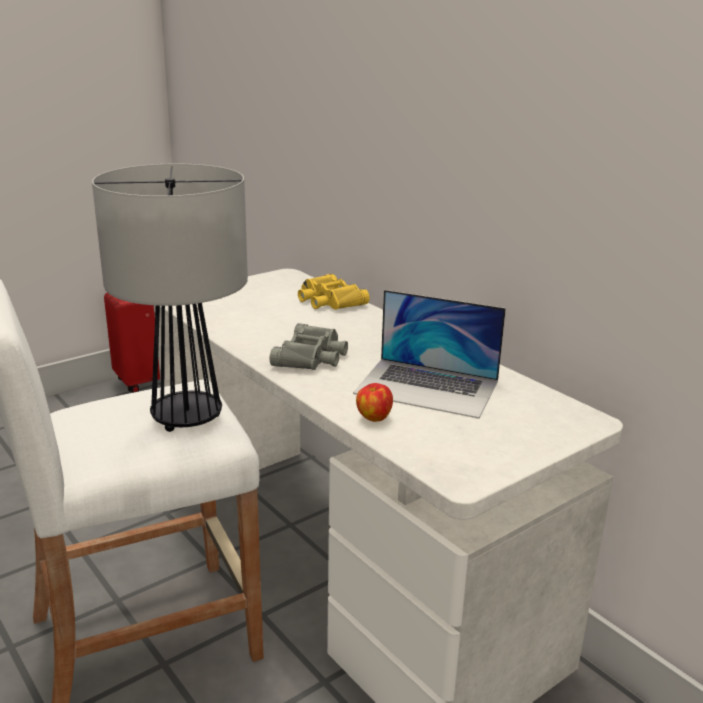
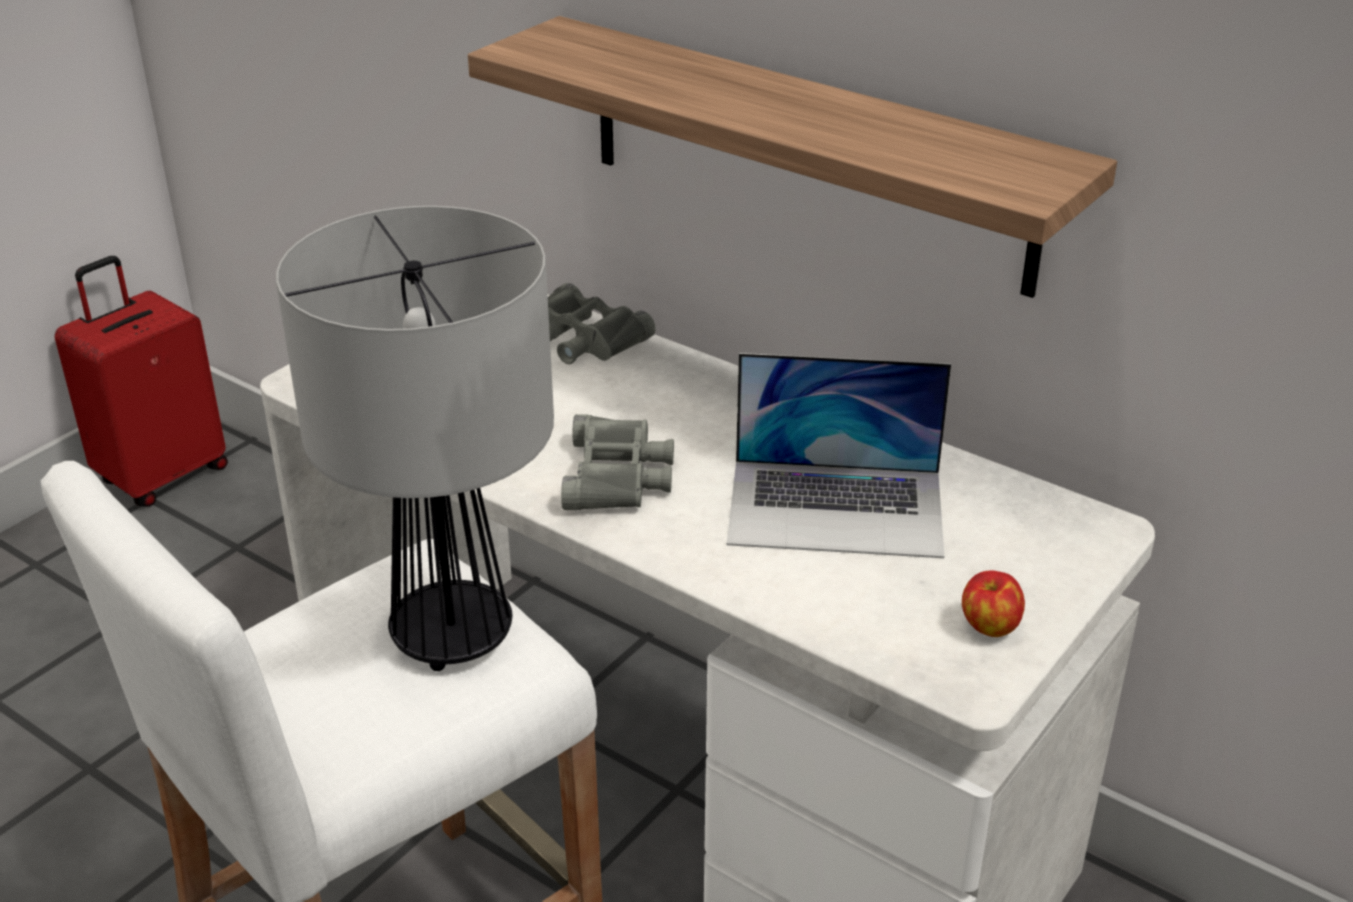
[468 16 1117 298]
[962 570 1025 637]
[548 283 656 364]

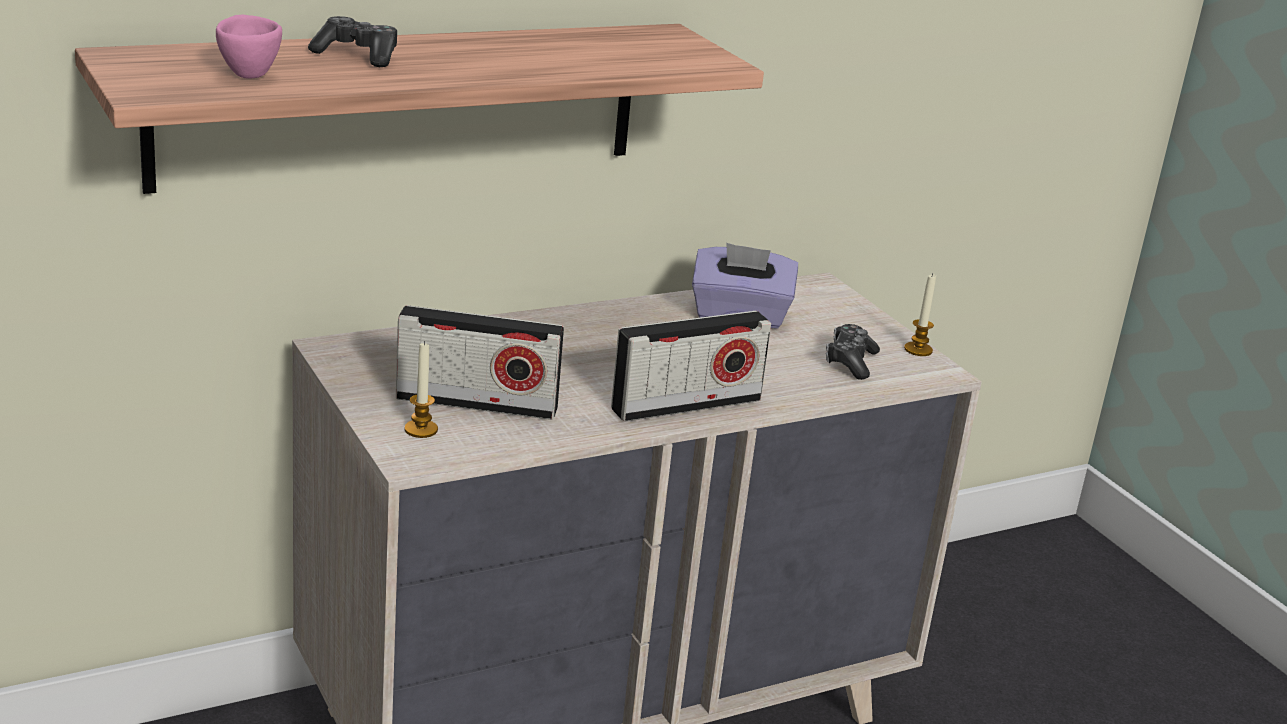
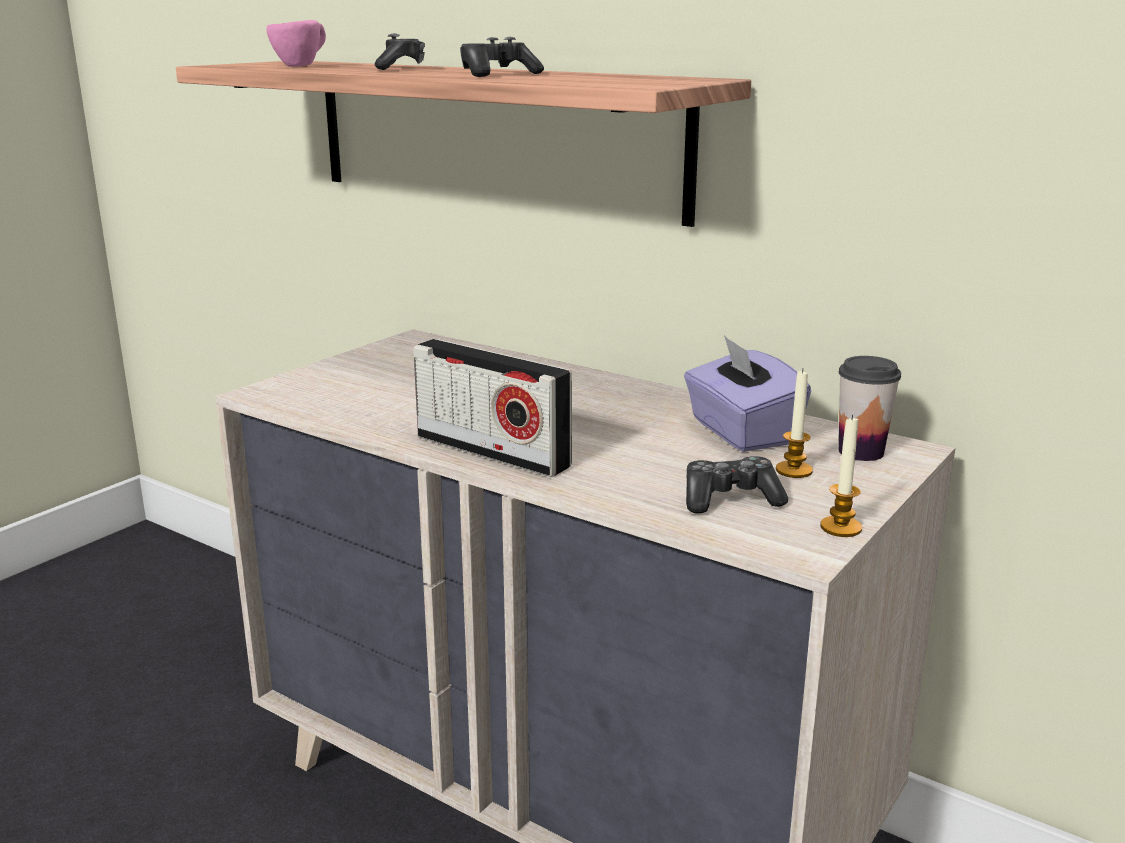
[396 305 564 420] (first image)
[460 37 544 77]
[839 356 901 461]
[776 369 813 478]

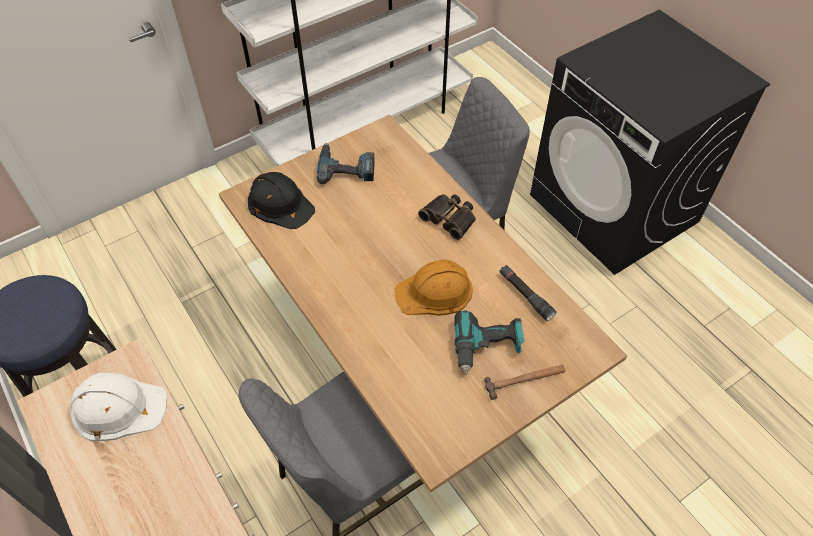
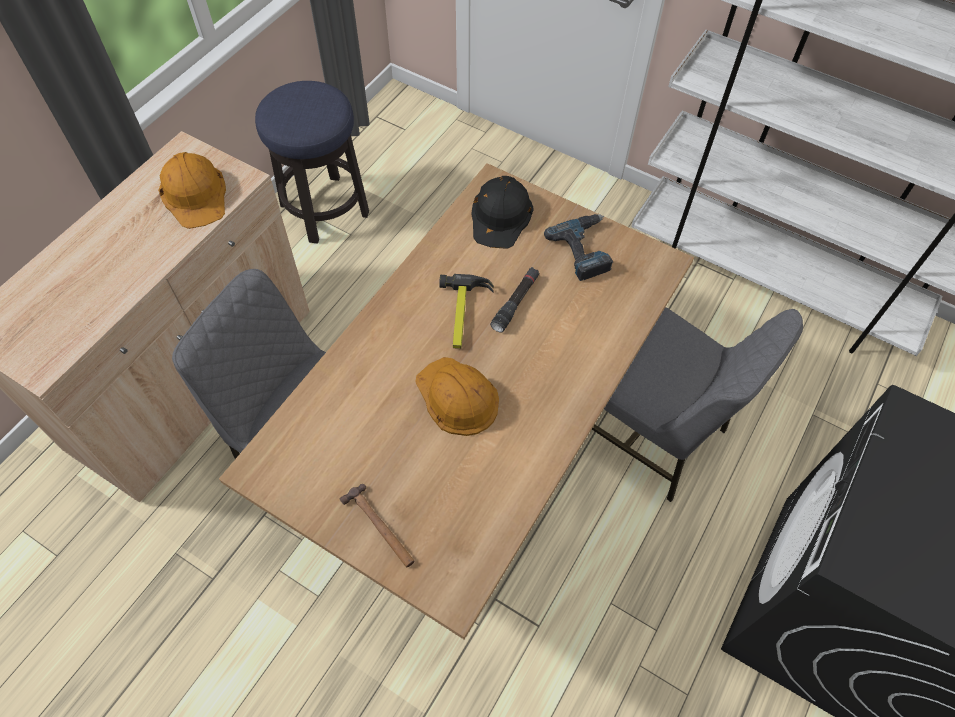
[418 194 476 240] (first image)
[454 310 524 375] (first image)
[439 274 494 349]
[490 267 539 332]
[158 152 226 229]

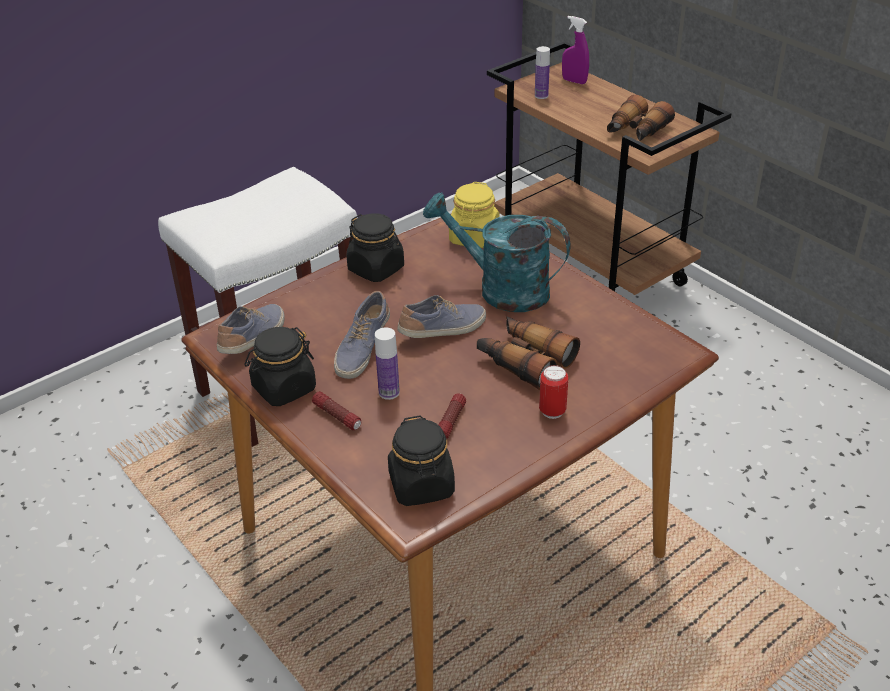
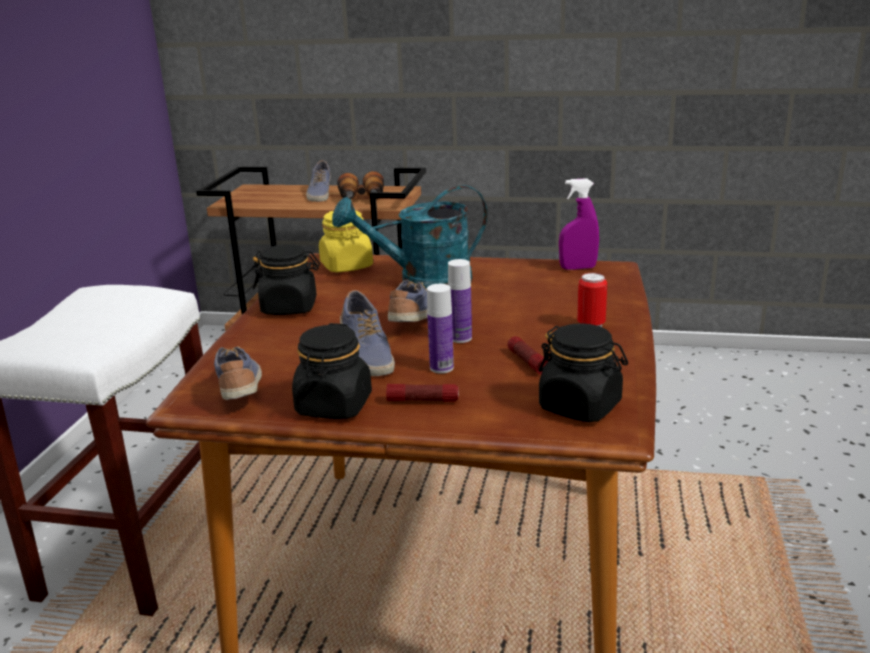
[477 316 580 390] (first image)
[306 160 331 202]
[448 259 472 343]
[559 178 599 270]

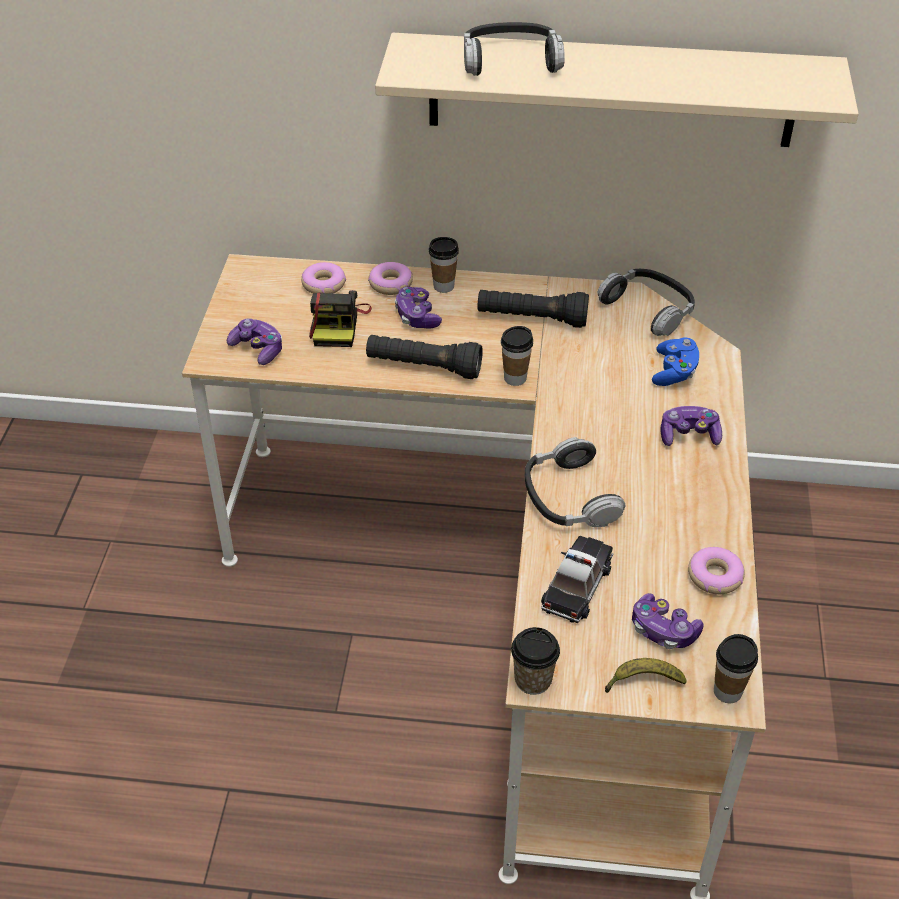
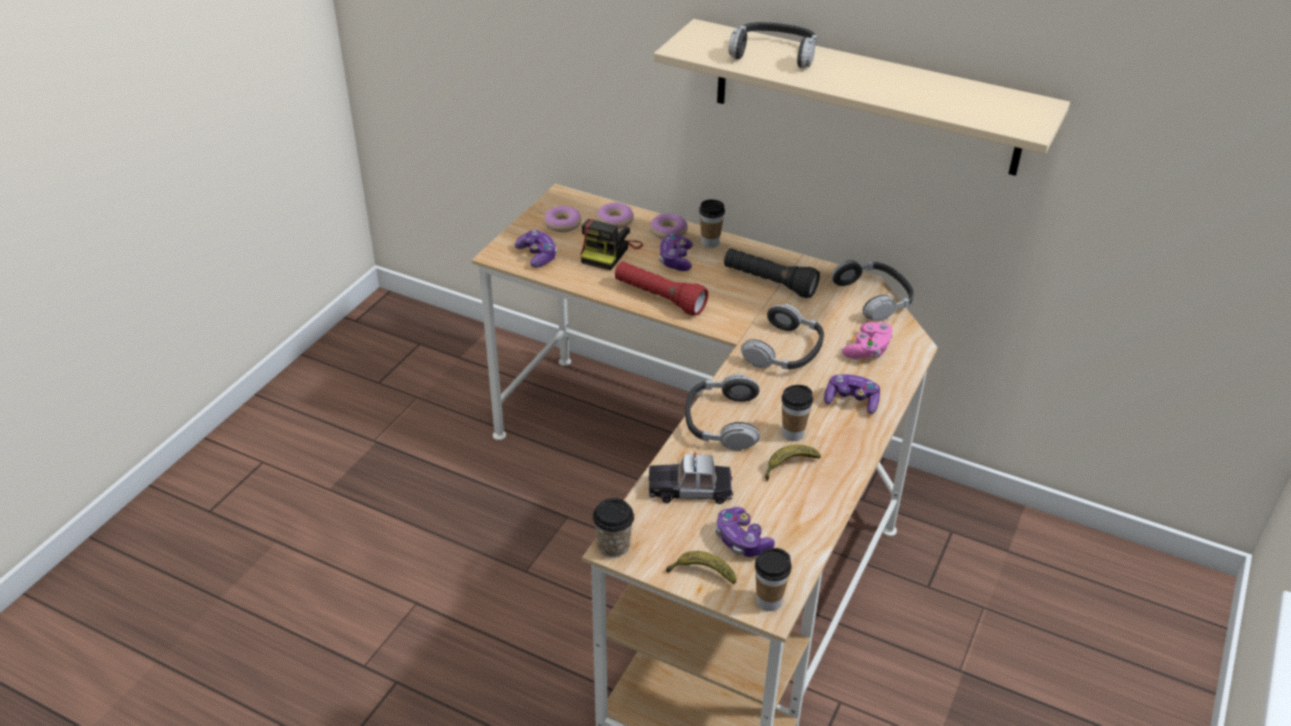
[741 304 824 370]
[765 445 821 481]
[781 385 813 441]
[544 206 581 232]
[615 262 708 316]
[842 322 893 359]
[649 452 733 504]

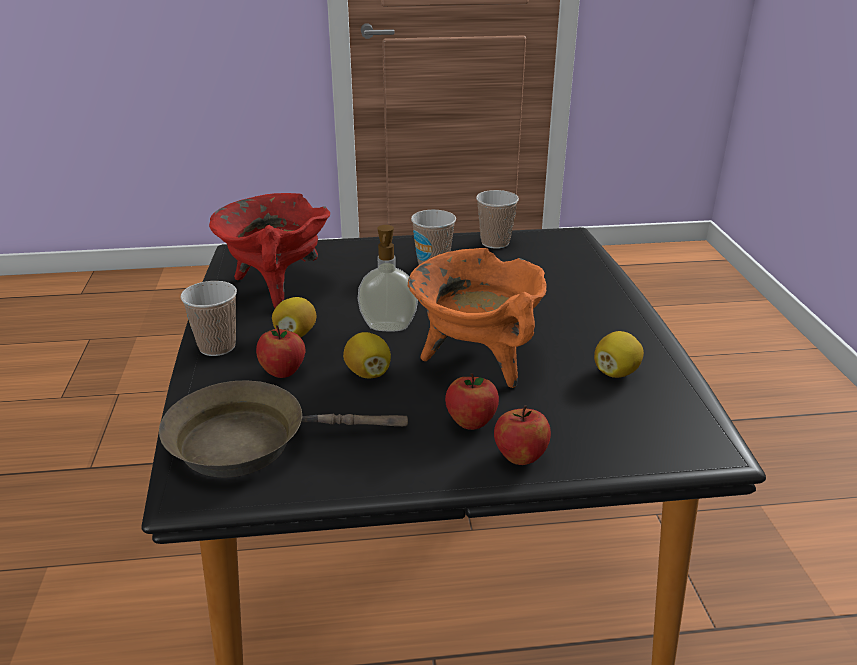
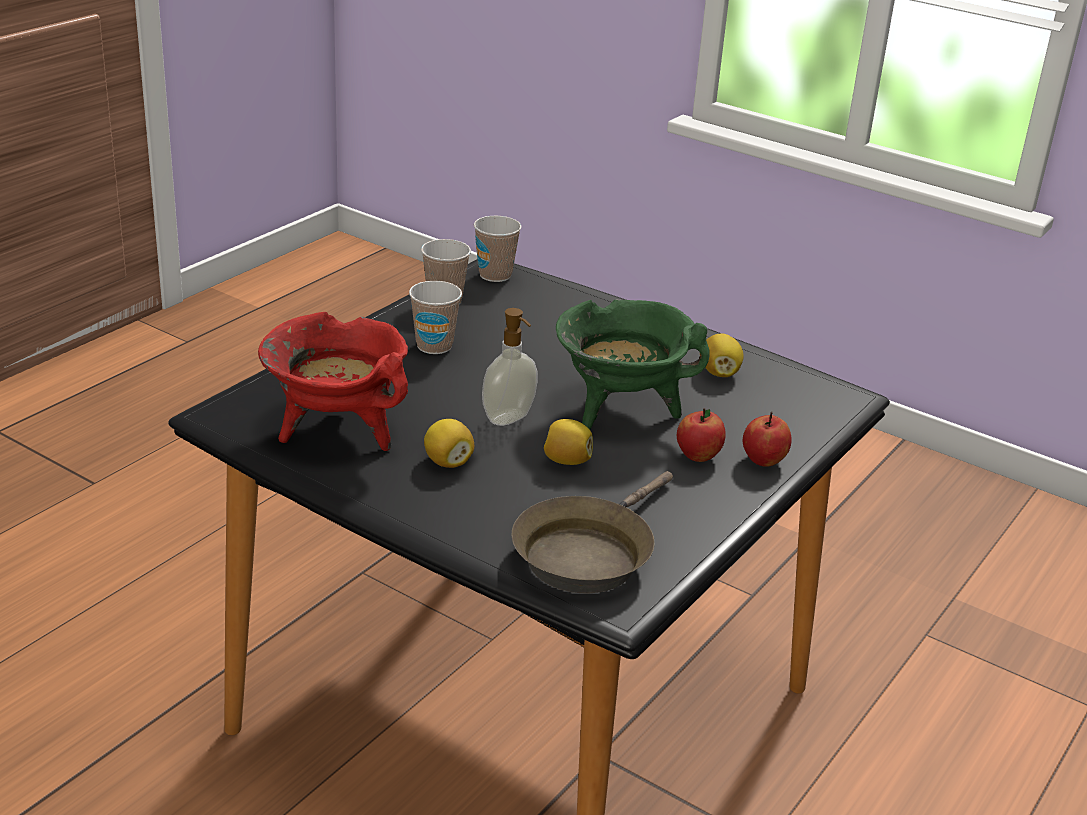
[256 325 306 378] (first image)
[474 216 522 282]
[556 299 710 430]

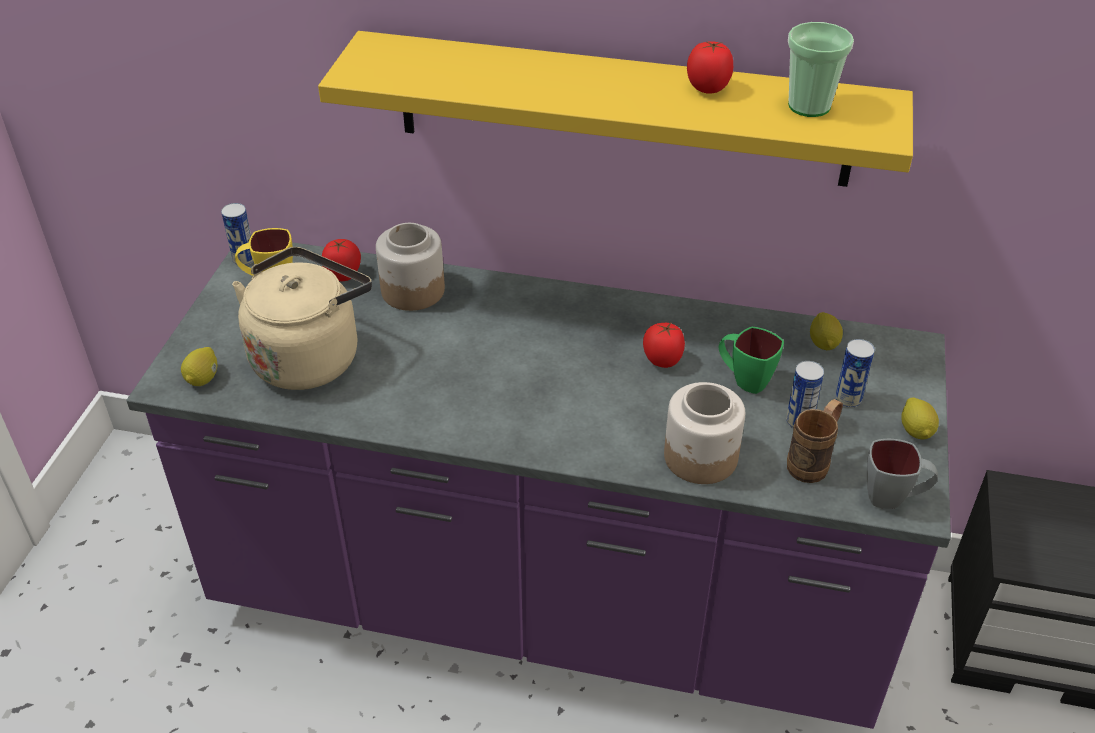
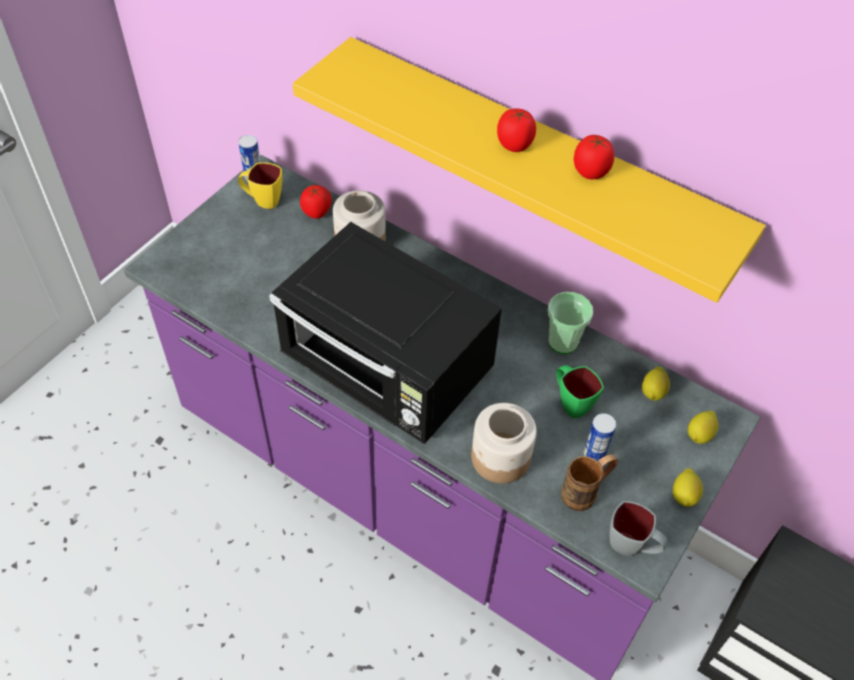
[232 247 372 390] (first image)
[835 339 875 408] (first image)
[269 222 502 444]
[687 411 718 444]
[497 108 536 152]
[548 292 593 354]

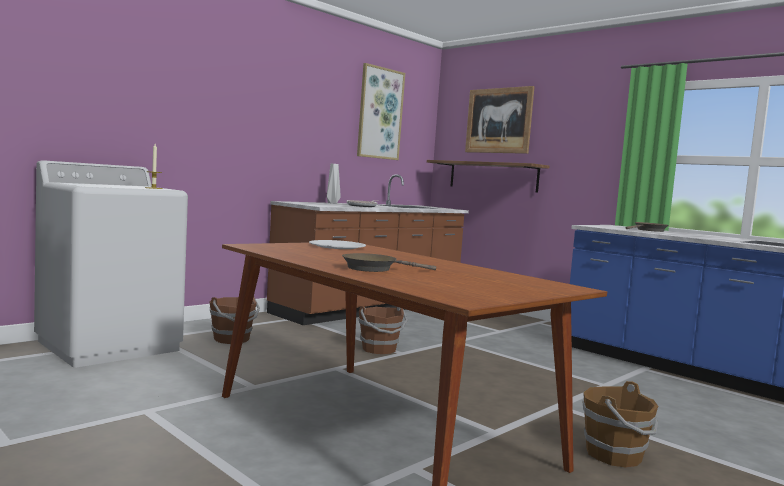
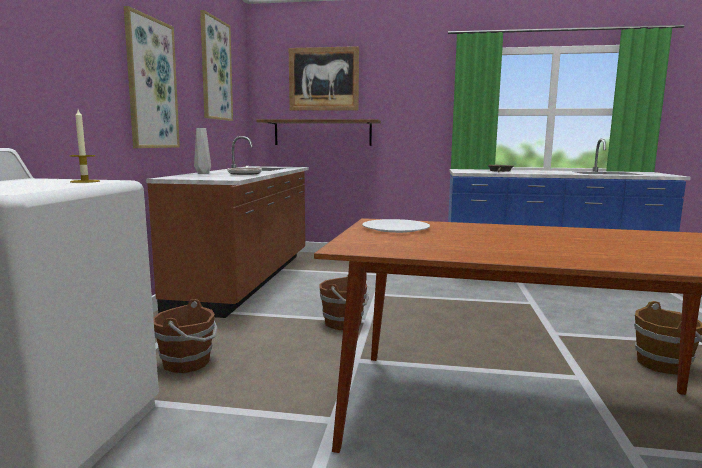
[342 253 436 272] (first image)
[124 6 180 148]

